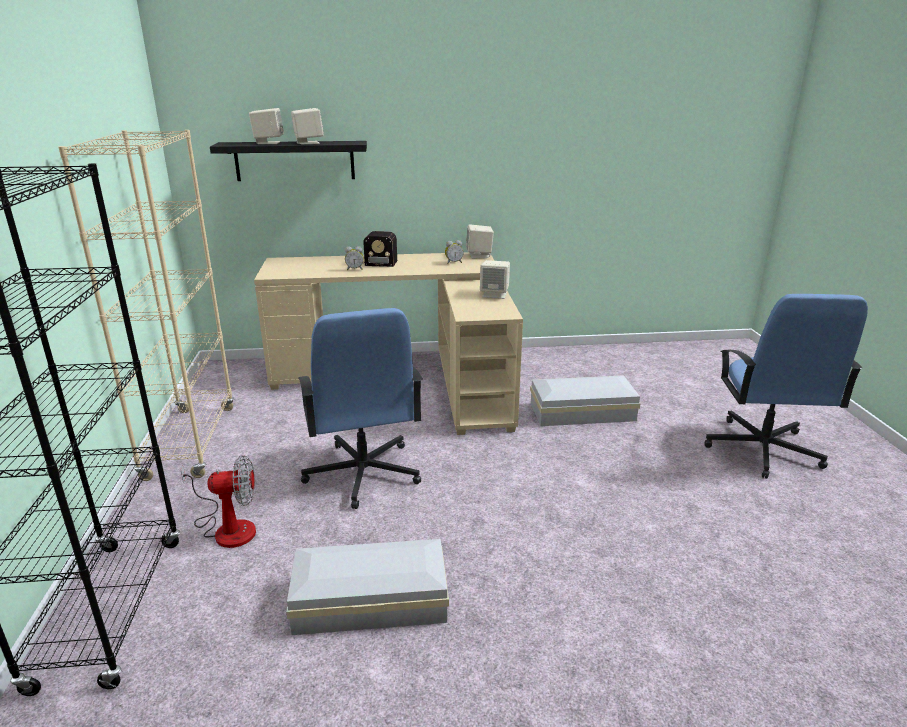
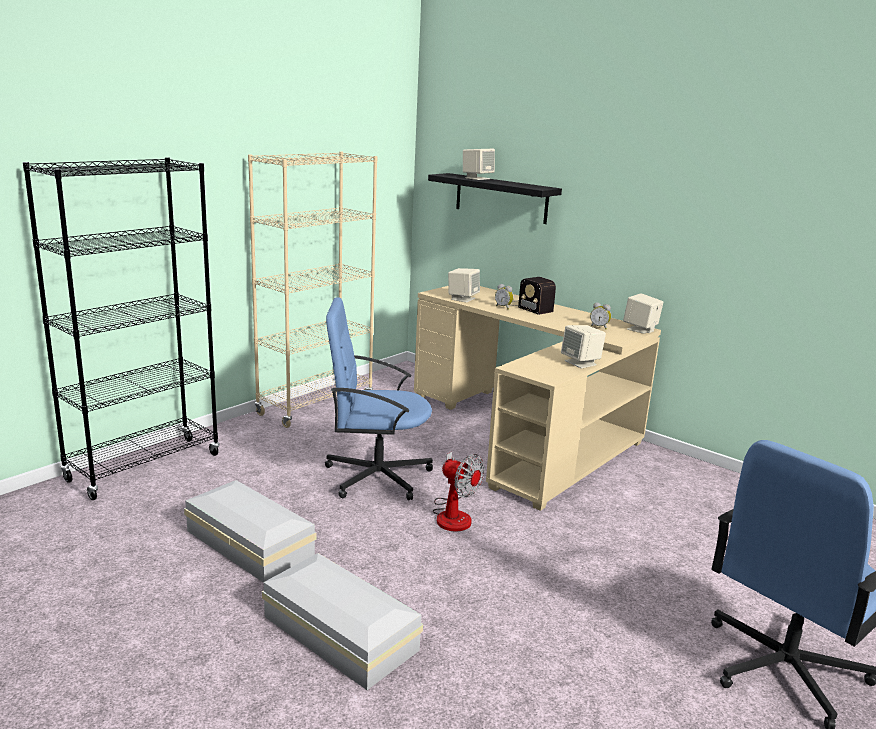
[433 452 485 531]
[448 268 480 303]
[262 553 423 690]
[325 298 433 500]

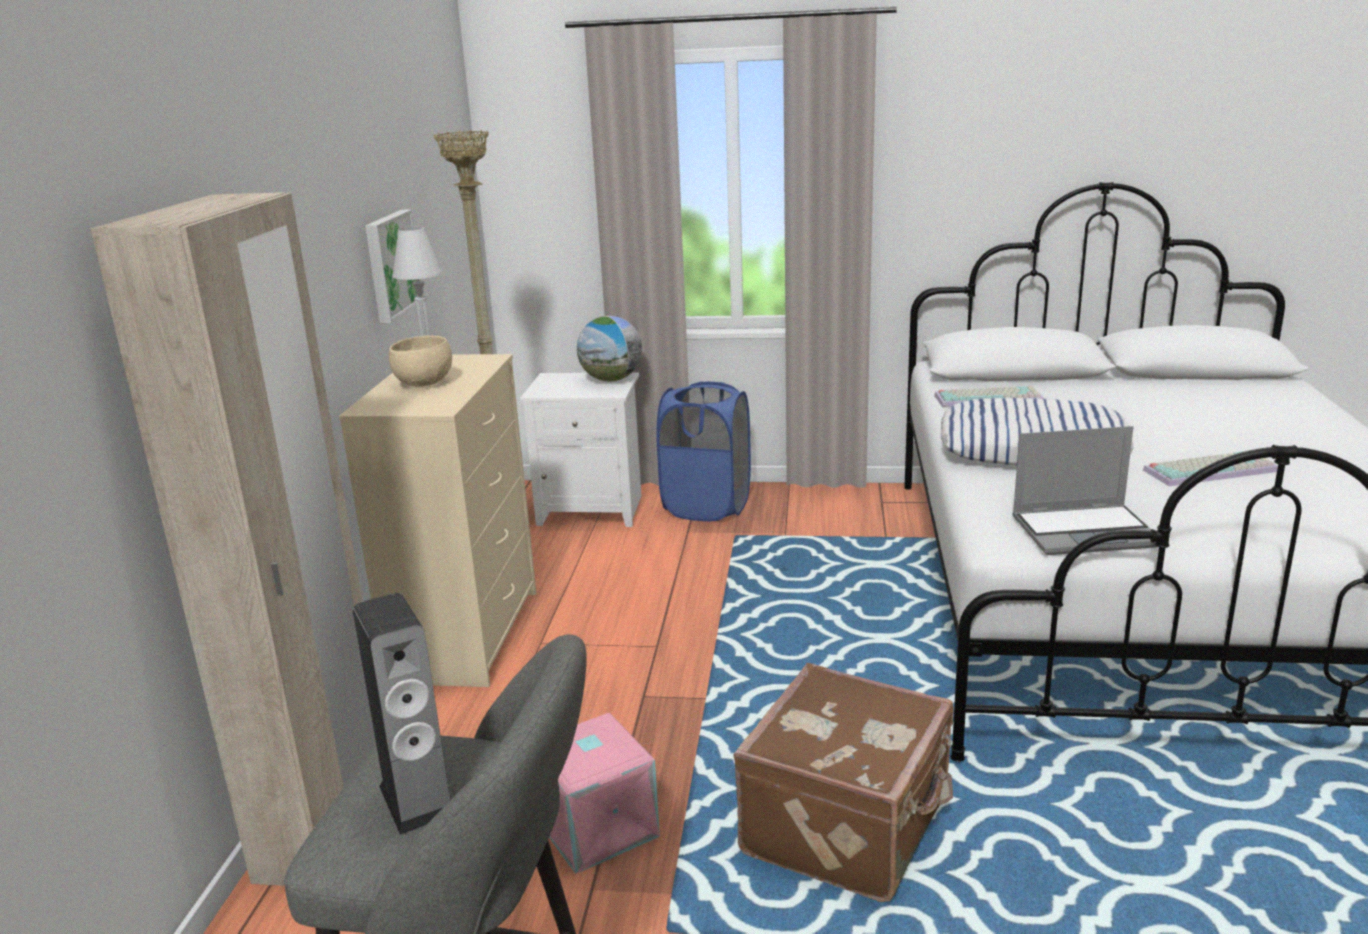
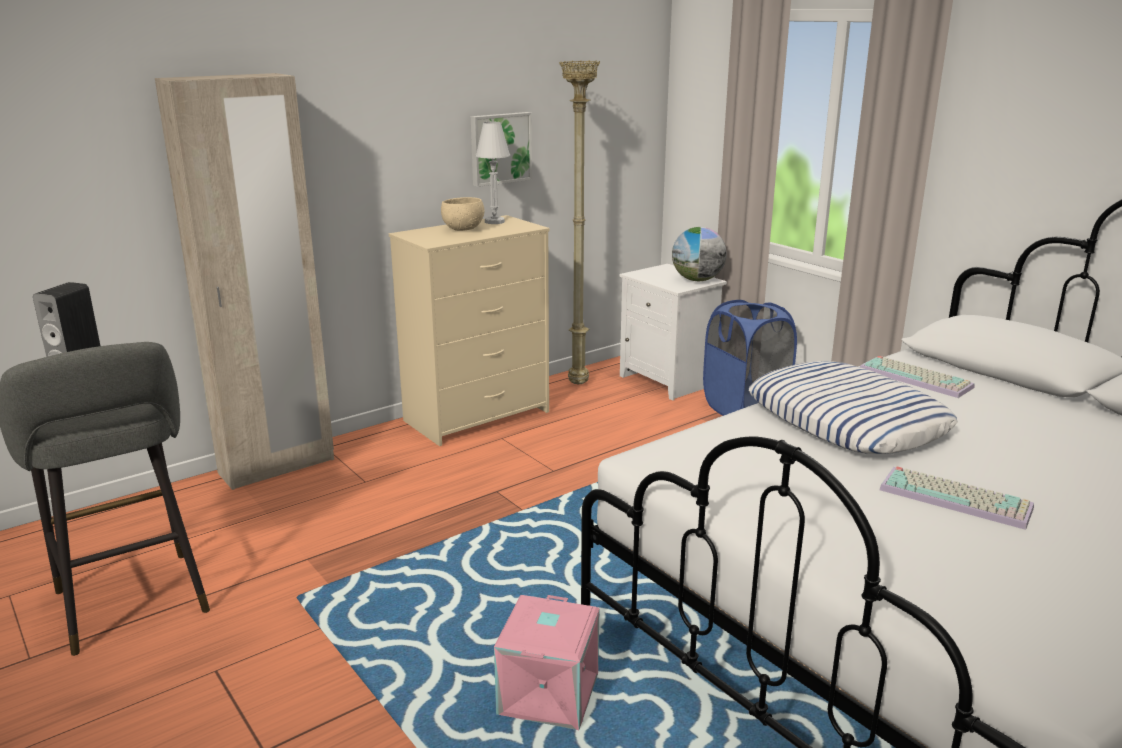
[733 663 953 902] (first image)
[1012 426 1158 555] (first image)
[494 595 600 730]

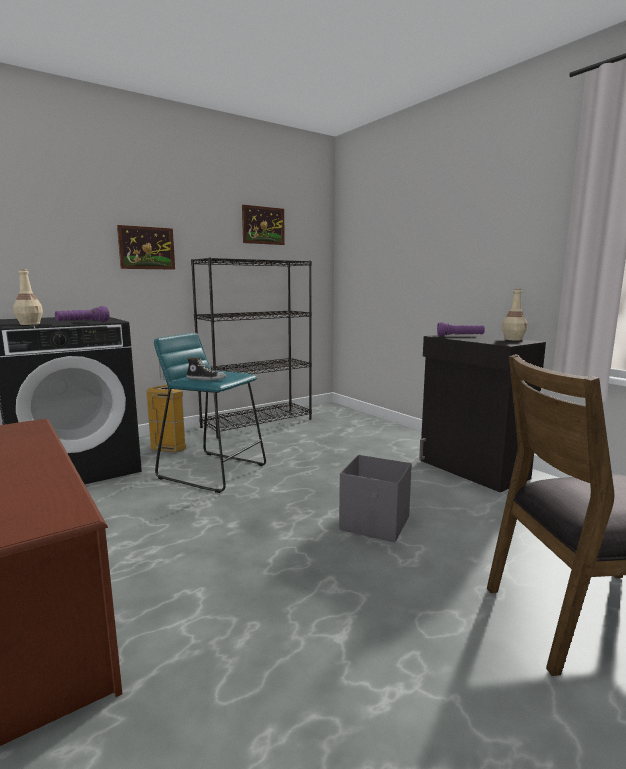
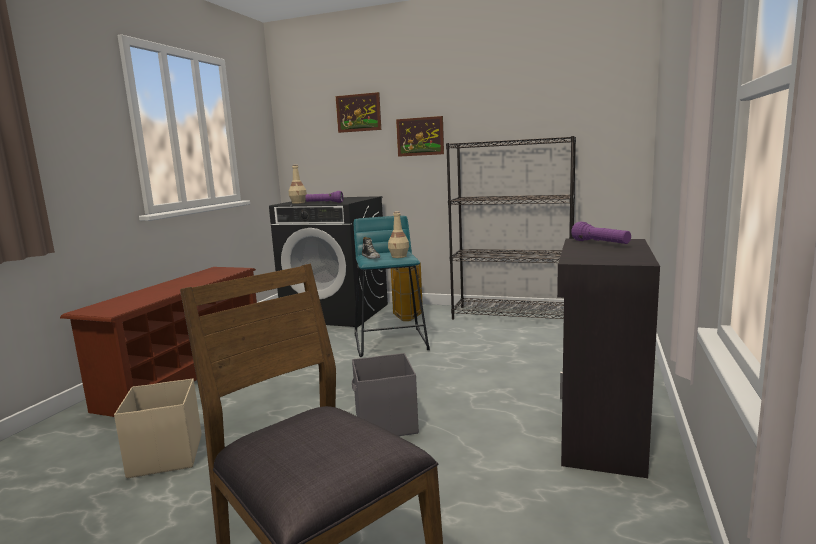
[114 378 202 478]
[336 92 381 133]
[388 211 409 258]

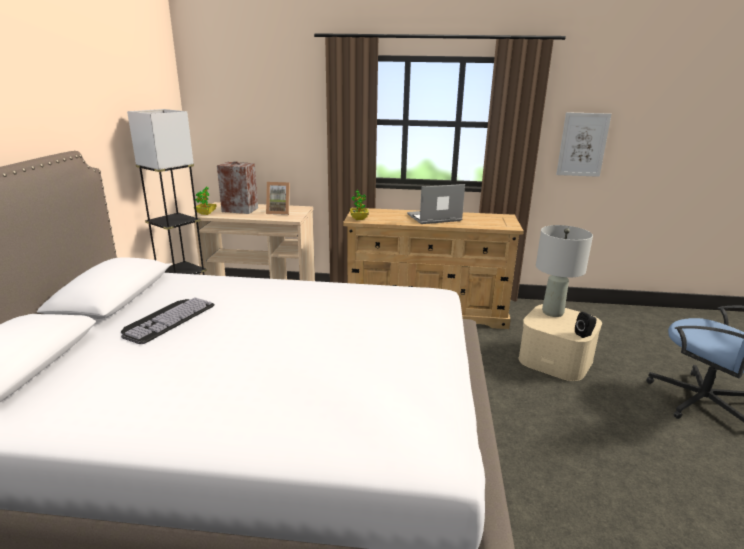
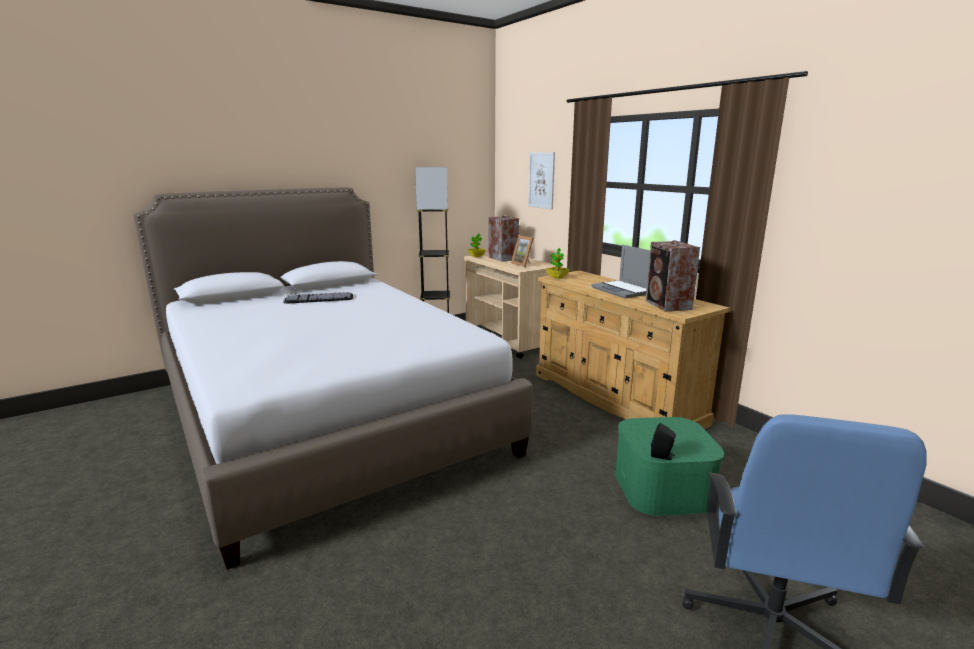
[536 225 593 317] (first image)
[646 240 700 312]
[528 152 555 209]
[615 417 724 516]
[591 245 650 298]

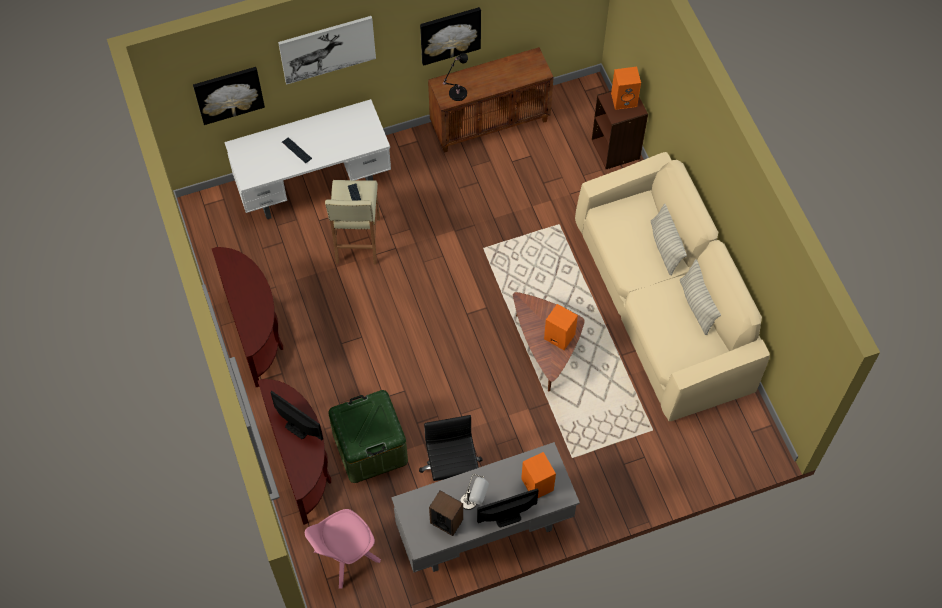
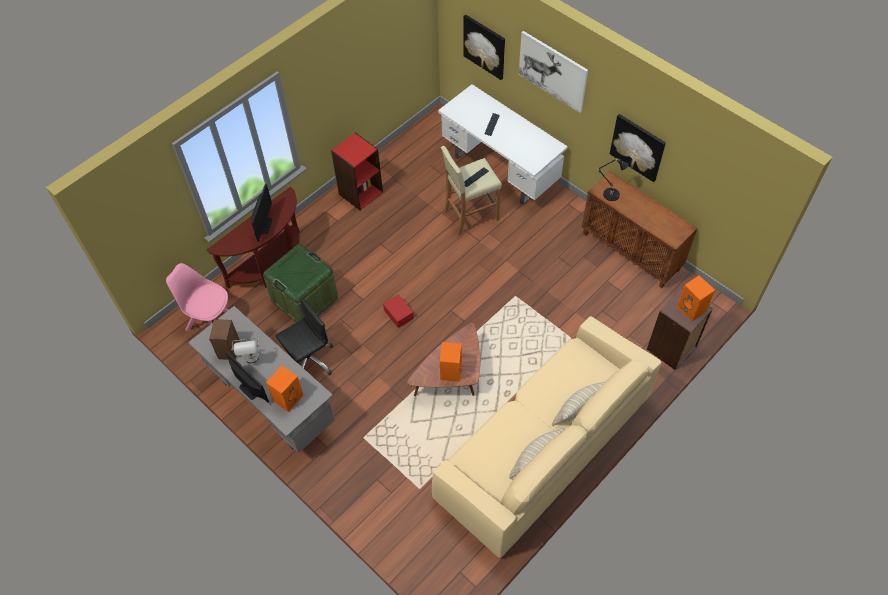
[383 294 414 328]
[331 132 383 210]

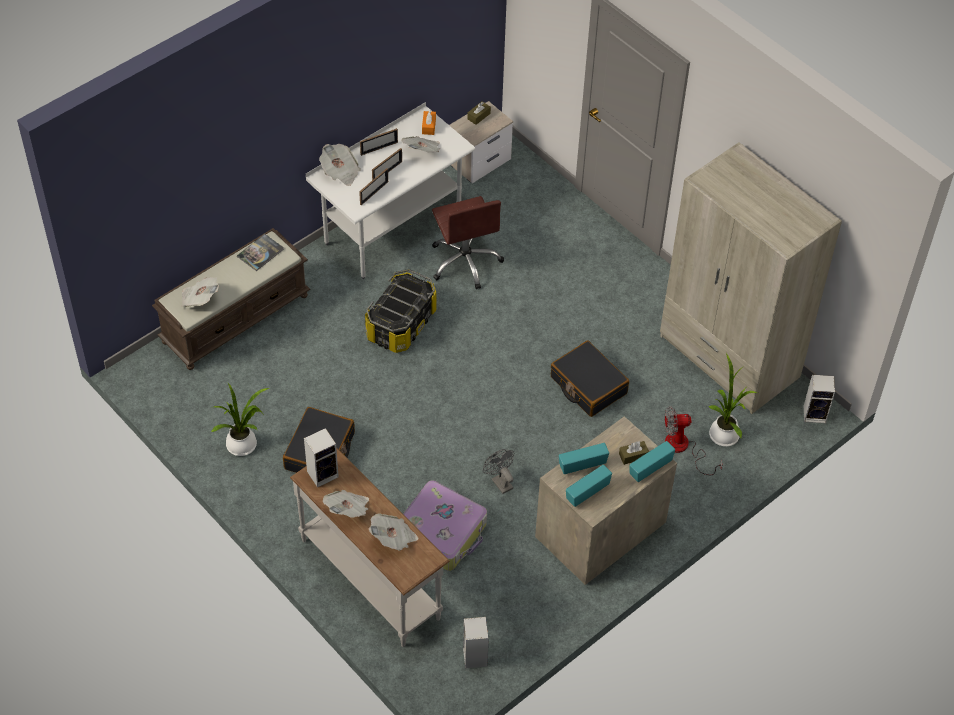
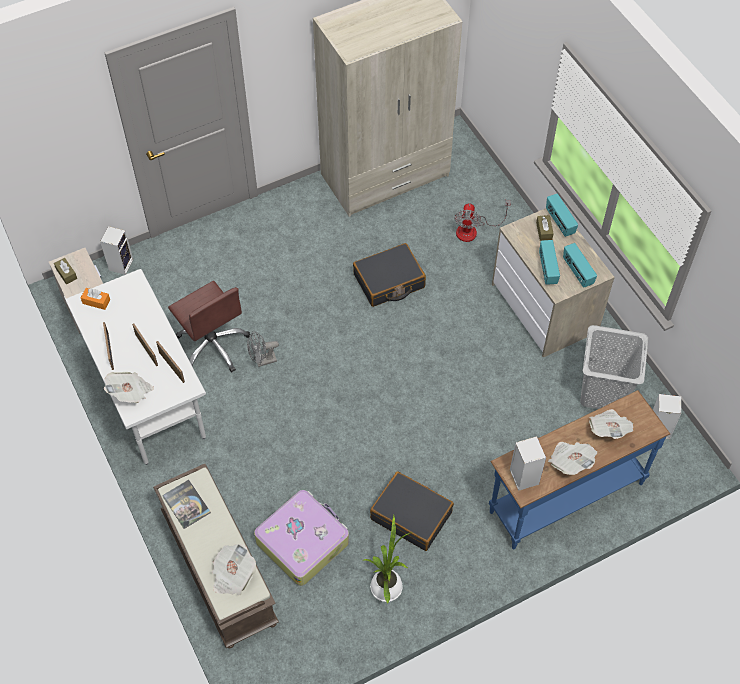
[365 269 437 353] (first image)
[402 136 440 152] (first image)
[709 353 758 447] (first image)
[580 325 648 409]
[254 490 349 586]
[247 331 279 367]
[100 226 133 275]
[489 390 670 549]
[168 281 250 373]

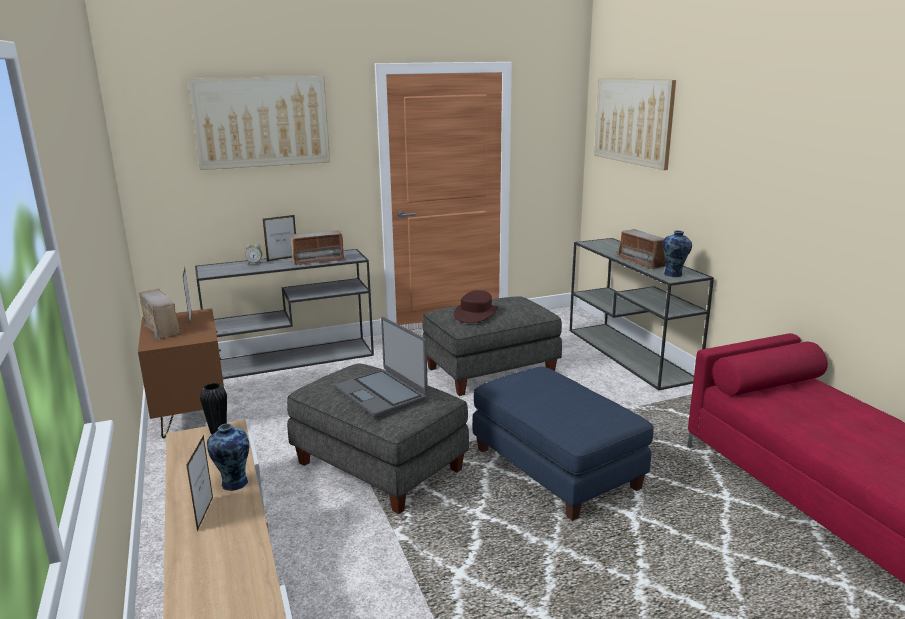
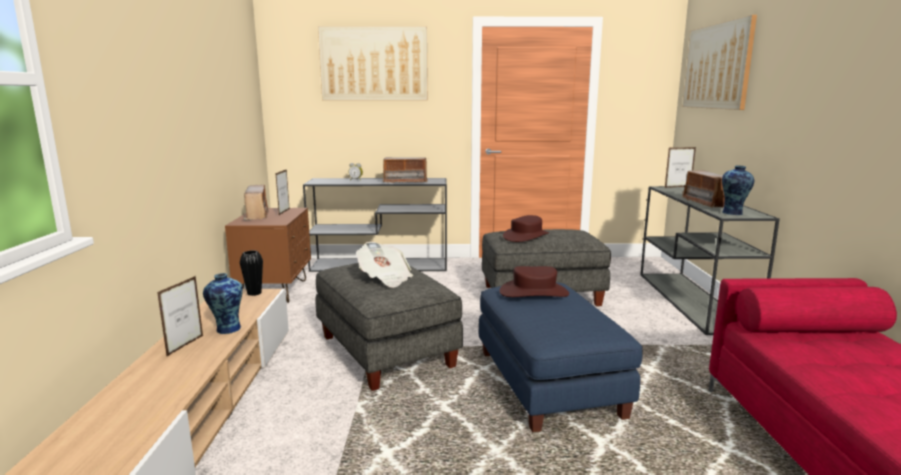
[499 266 569 297]
[665 147 696 188]
[356 242 413 288]

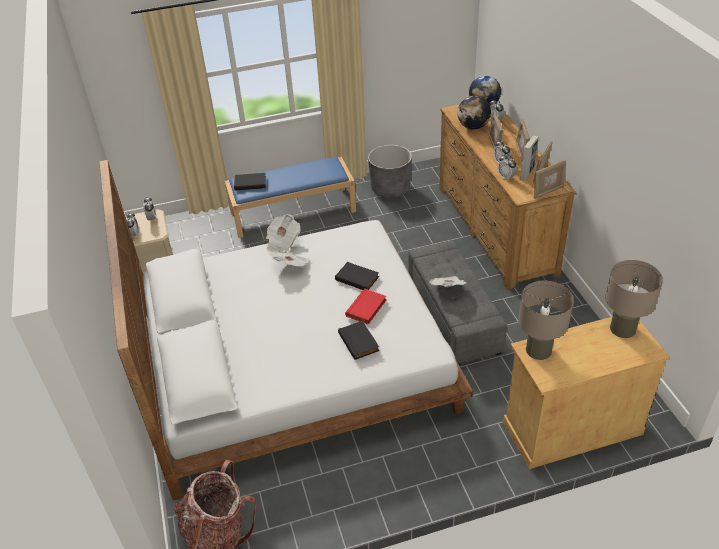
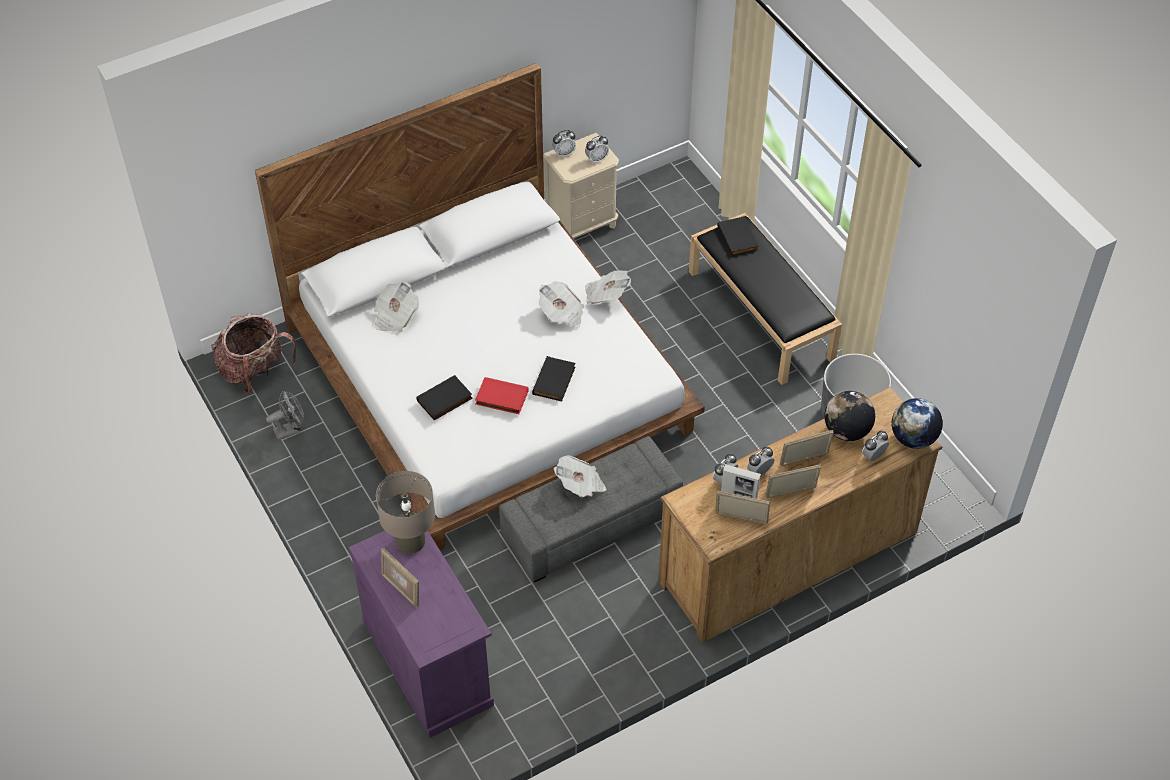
[605 260 663 338] (first image)
[266 391 304 440]
[374 282 419 332]
[381 548 419 608]
[689 213 842 385]
[349 530 494 738]

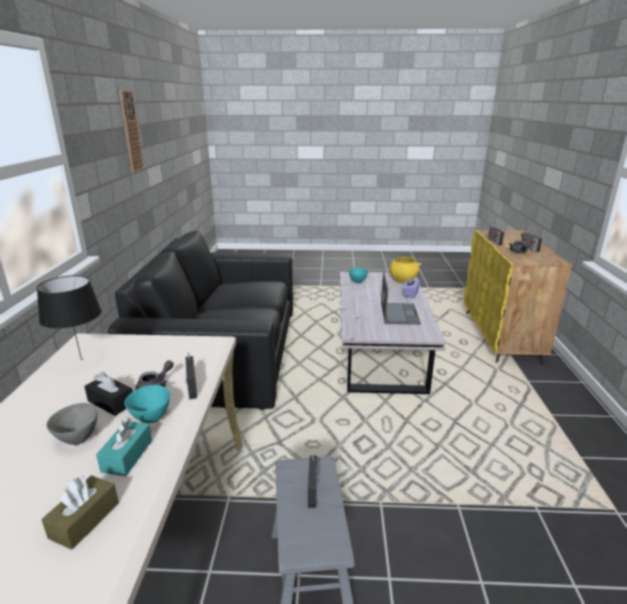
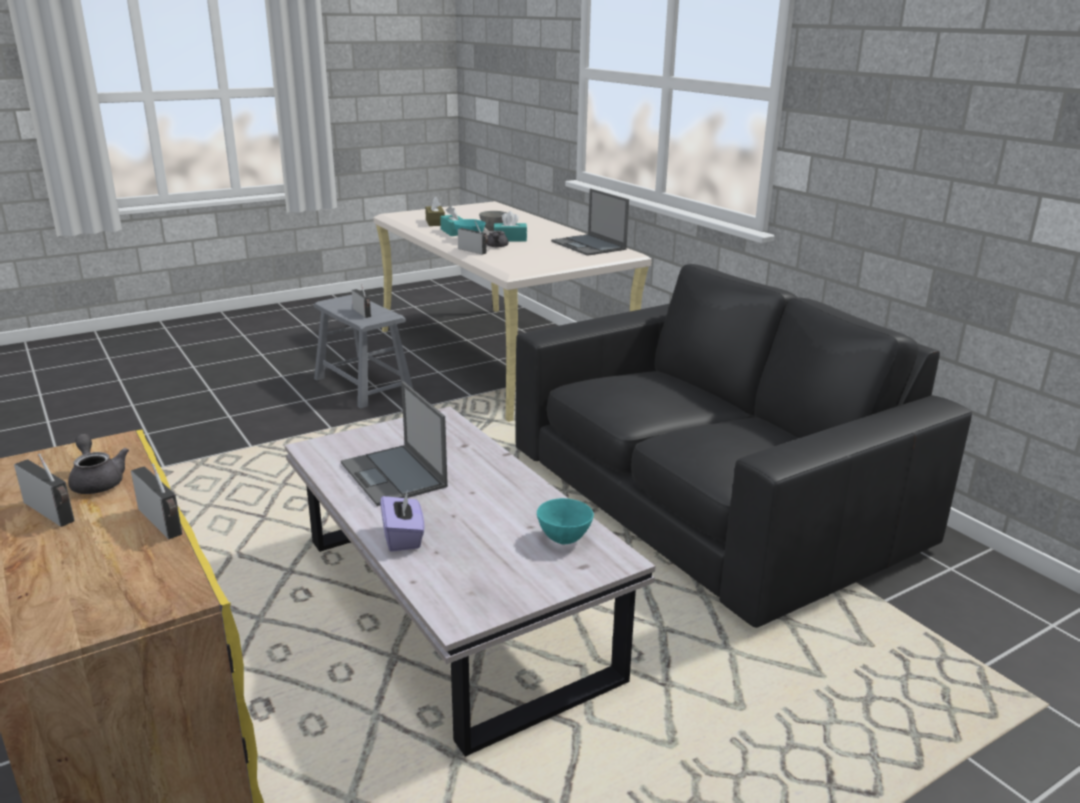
[119 91 145 173] (first image)
[390 257 421 284] (first image)
[551 188 629 256]
[494 211 527 242]

